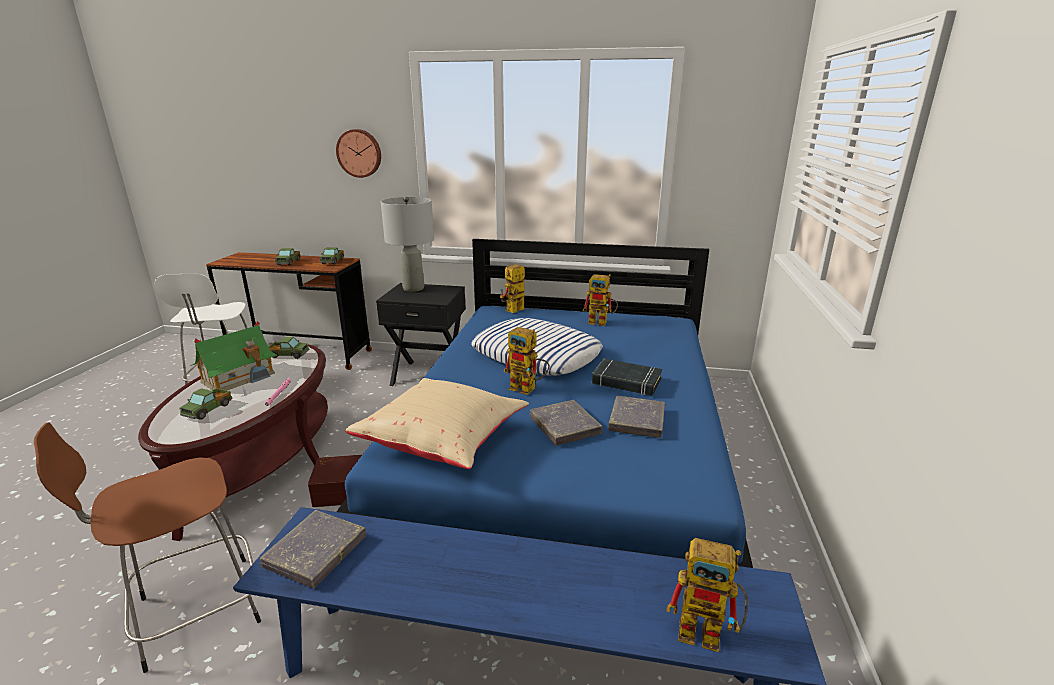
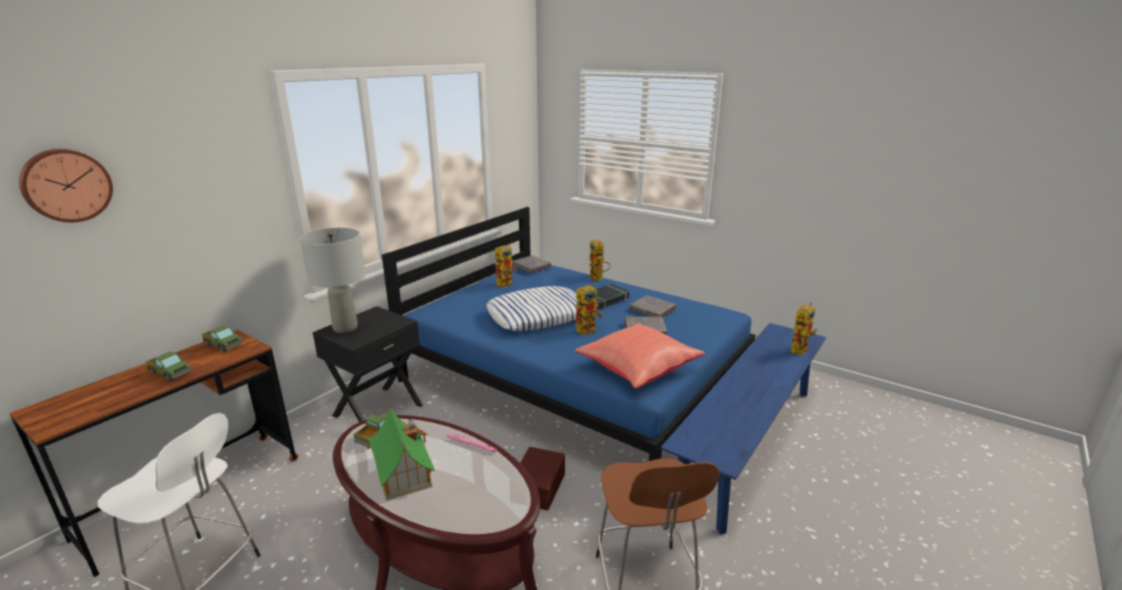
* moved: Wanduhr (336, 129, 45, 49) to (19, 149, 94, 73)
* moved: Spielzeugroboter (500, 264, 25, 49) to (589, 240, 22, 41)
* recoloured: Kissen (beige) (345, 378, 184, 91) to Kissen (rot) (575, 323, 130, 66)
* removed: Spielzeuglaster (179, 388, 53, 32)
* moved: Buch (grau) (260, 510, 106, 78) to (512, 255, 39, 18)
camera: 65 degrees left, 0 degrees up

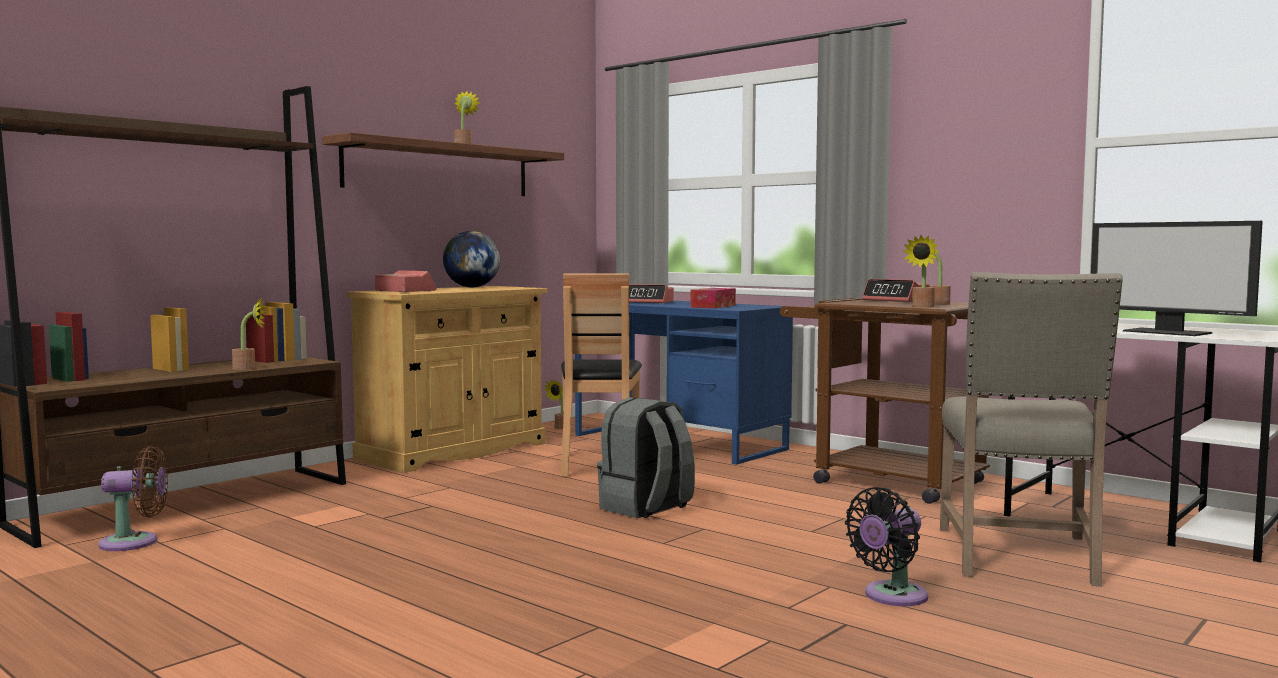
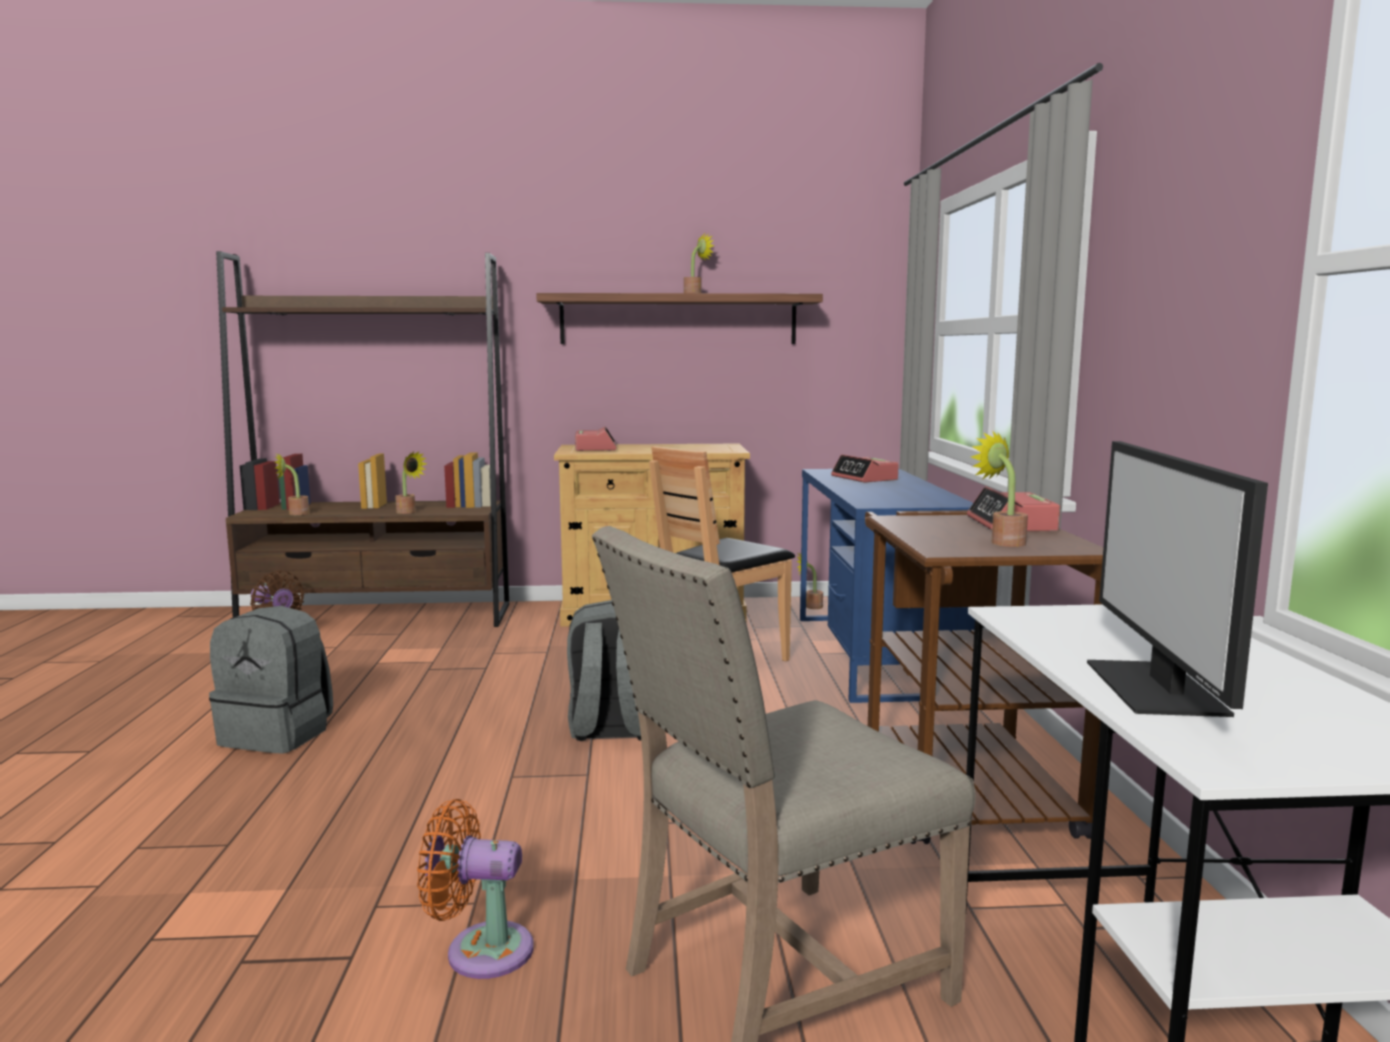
* removed: Globus (443, 231, 57, 56)
* moved: Topfpflanze (902, 235, 37, 73) to (275, 452, 34, 63)
* removed: Taschentuchbox (690, 288, 46, 20)
* recoloured: Ventilator (schwarz) (845, 487, 83, 119) to Ventilator (orange) (417, 799, 117, 180)
* added: Rucksack (grau) (209, 606, 124, 148)
camera: 45 degrees right, 5 degrees up

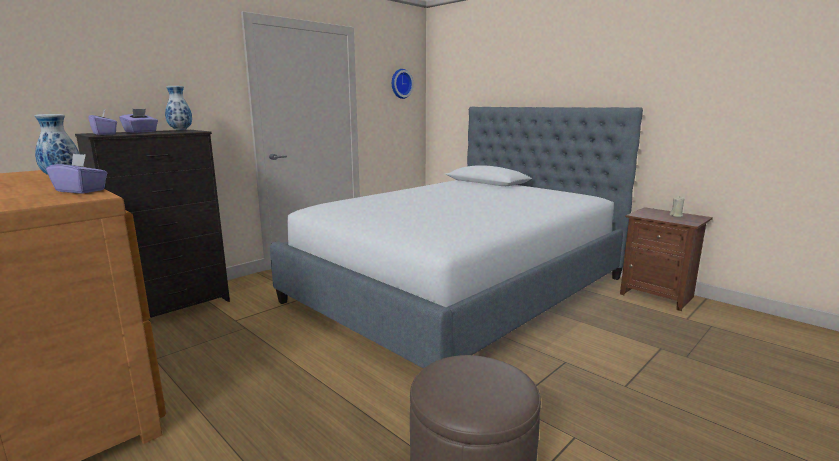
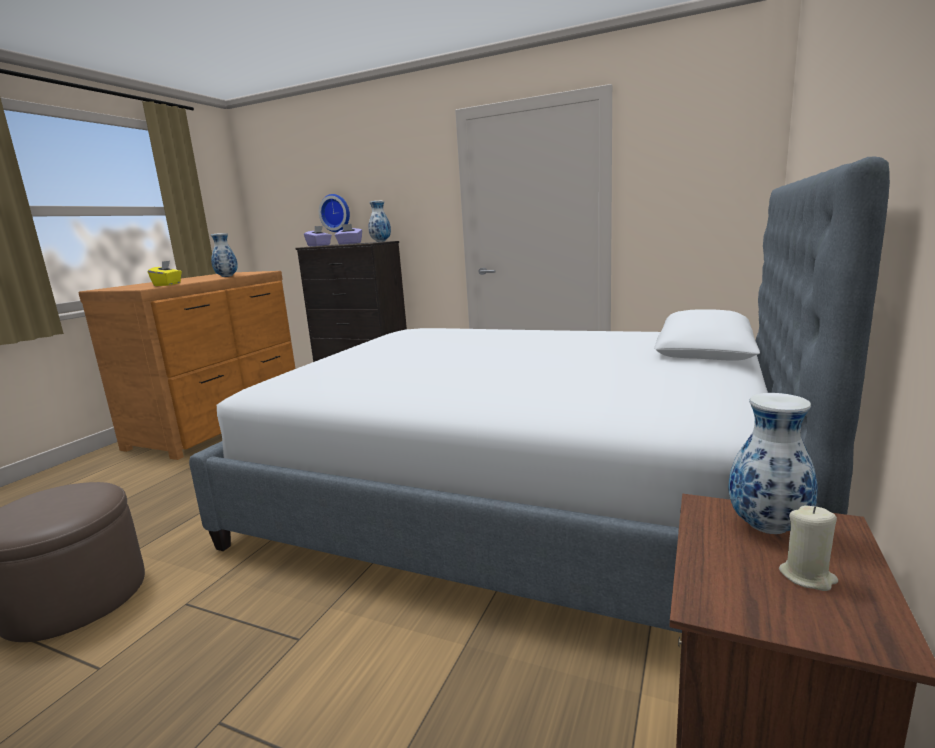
* moved: Wanduhr (392, 69, 22, 30) to (319, 194, 31, 38)
* recoloured: Taschentuchbox (lila) (46, 154, 61, 40) to Taschentuchbox (gelb) (148, 261, 34, 25)
* added: Vase (728, 393, 89, 141)
camera: 70 degrees right, 0 degrees up

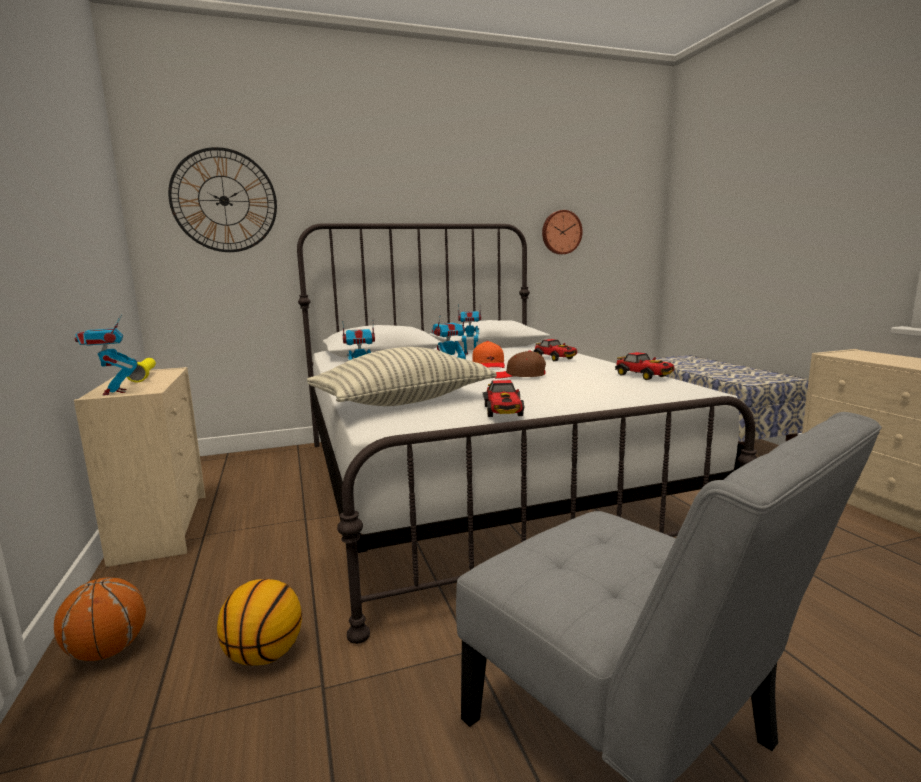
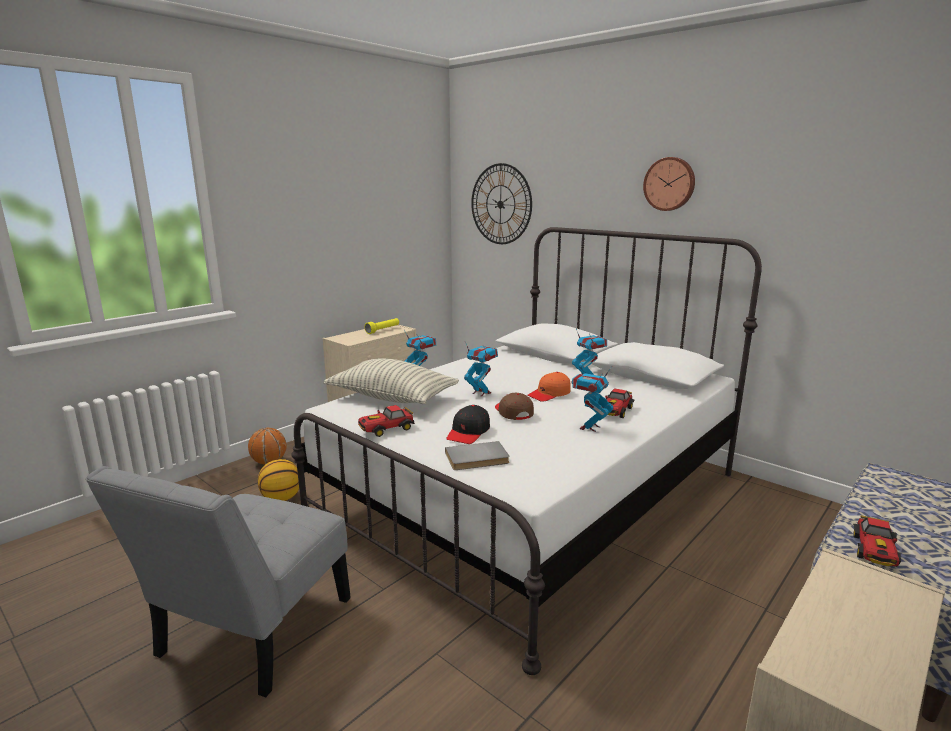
* moved: Wanduhr (542, 210, 41, 45) to (643, 157, 52, 54)
* moved: Spielzeugroboter (75, 315, 63, 81) to (571, 367, 43, 65)
* moved: Spielzeugauto (615, 352, 60, 28) to (853, 515, 48, 52)
* added: Kappe (schwarz) (446, 405, 44, 39)
* added: Buch (grau) (445, 441, 64, 29)
camera: 60 degrees right, 5 degrees up

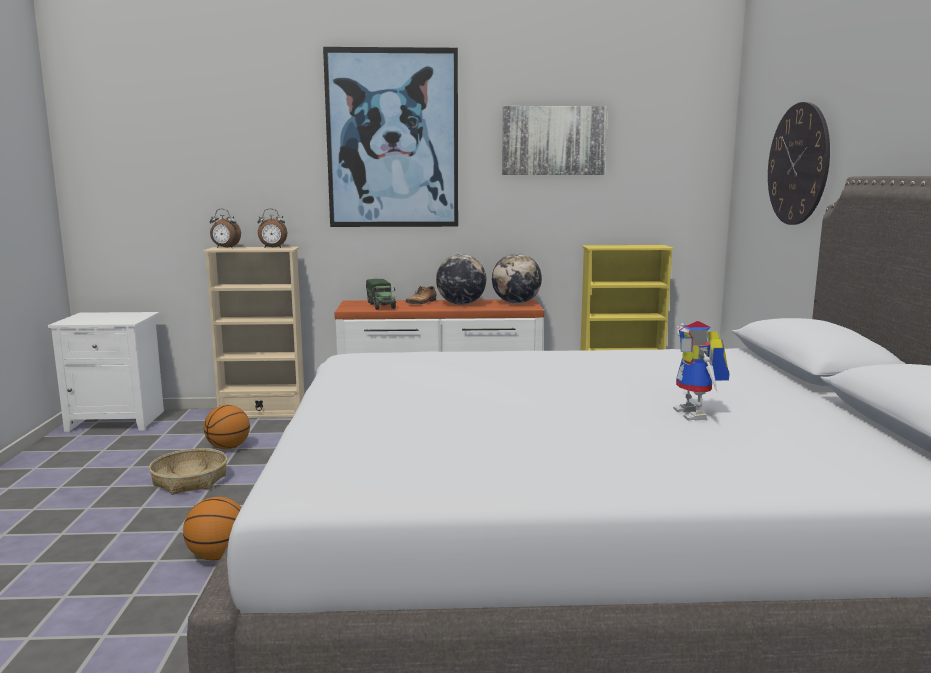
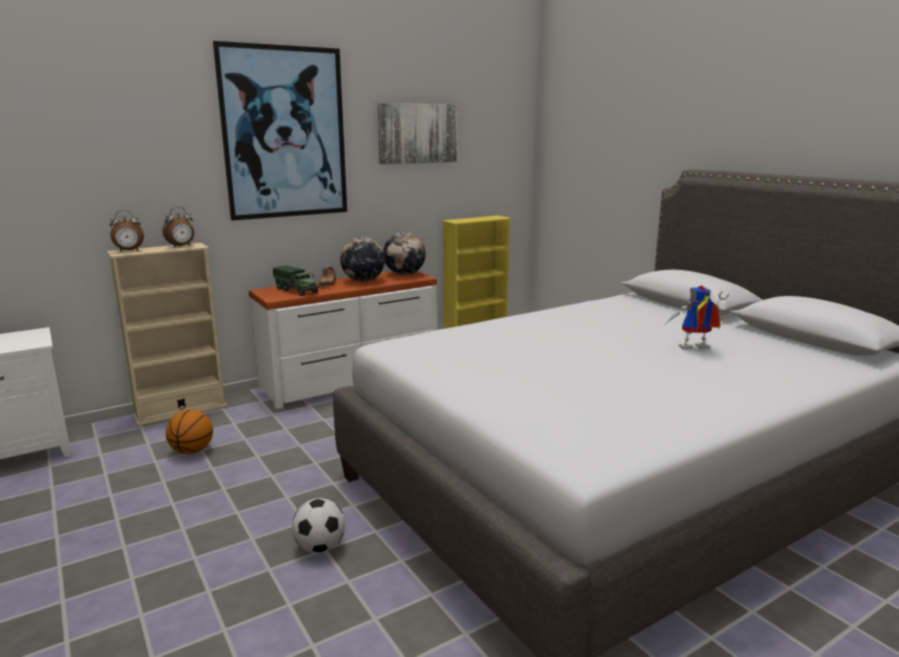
* removed: Wanduhr (768, 102, 62, 123)
* turned: Spielzeugroboter (673, 321, 57, 100) = (664, 286, 65, 64) 120 degrees clockwise
* removed: Korb (149, 448, 78, 47)
* replaced: Basketball (183, 497, 59, 63) to Fußball (292, 498, 53, 55)
camera: 30 degrees left, 5 degrees up

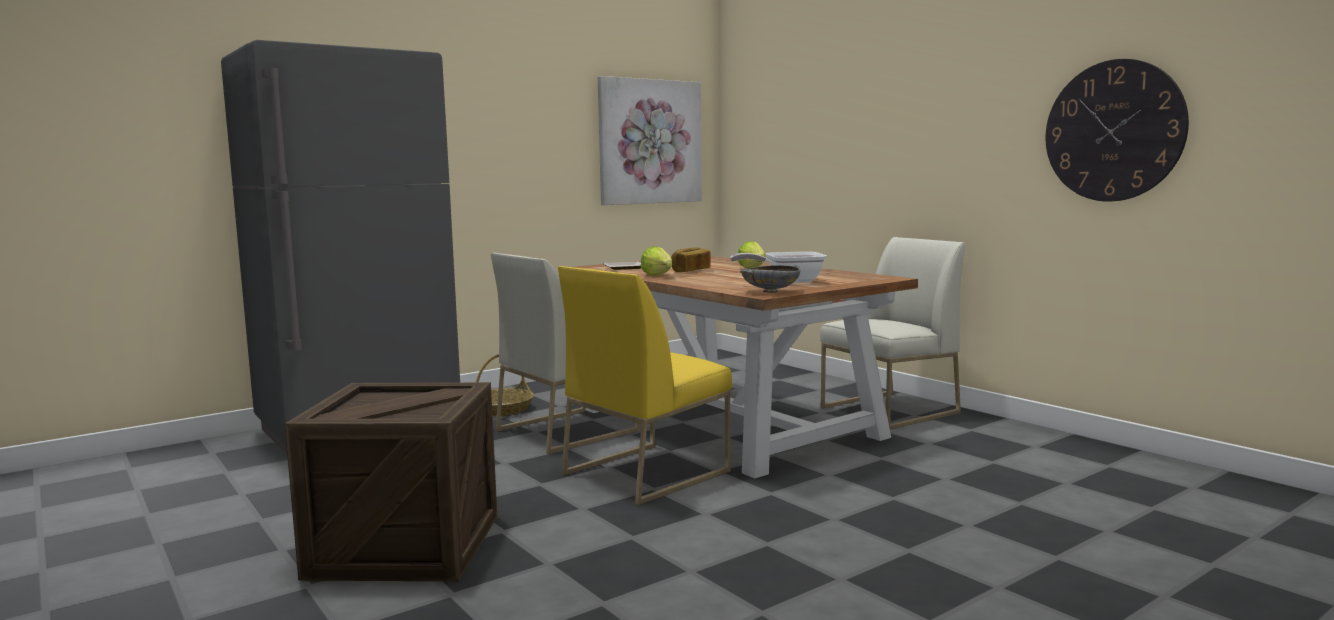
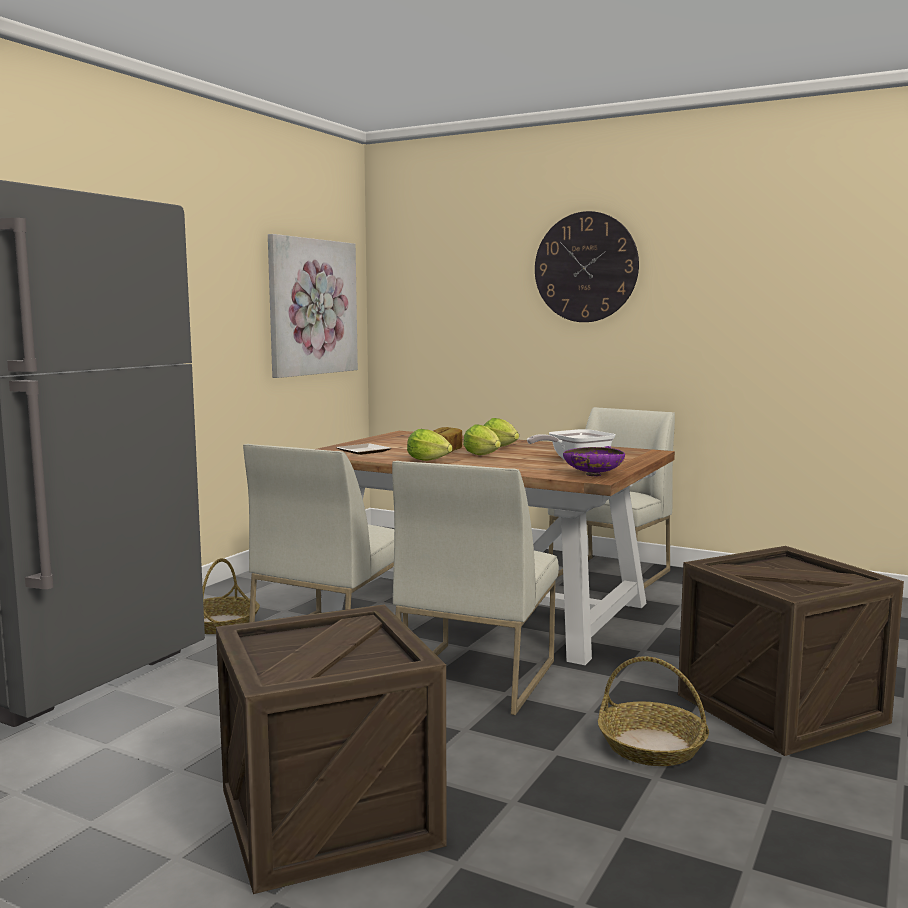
* moved: Wanduhr (1045, 59, 144, 143) to (535, 211, 104, 111)
* recoloured: Schüssel (grau) (740, 265, 60, 28) to Schüssel (lila) (563, 446, 62, 30)
* recoloured: Stuhl (gelb) (558, 266, 174, 239) to Stuhl (weiß) (392, 461, 167, 254)
* added: Salatkopf (463, 424, 38, 31)
* added: Kiste (678, 546, 226, 210)
* added: Korb (598, 656, 111, 110)
camera: 25 degrees left, 0 degrees up

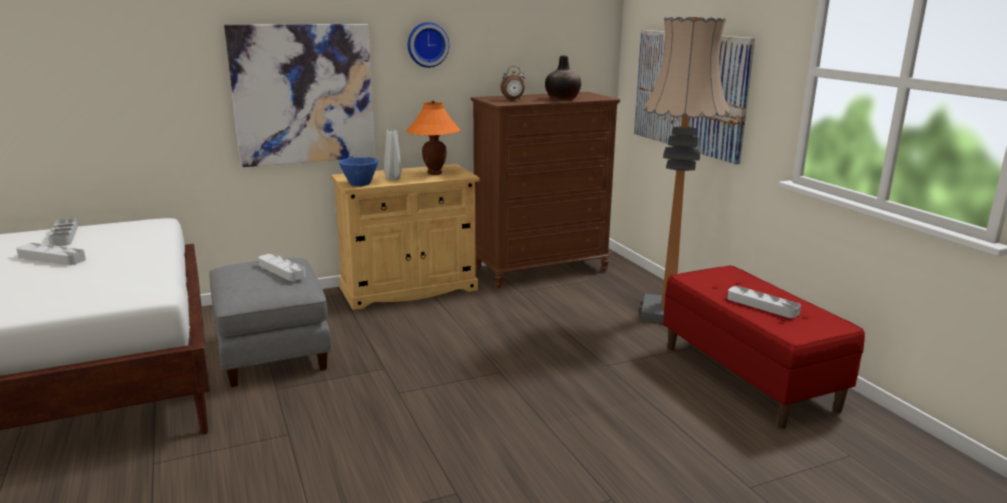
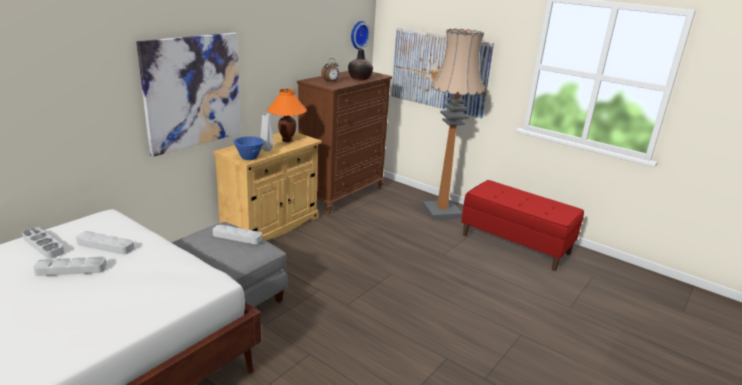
* moved: Wanduhr (408, 22, 41, 46) to (351, 21, 19, 28)
* moved: Tablett (grau) (727, 286, 74, 32) to (76, 231, 58, 24)
camera: 30 degrees left, 5 degrees up

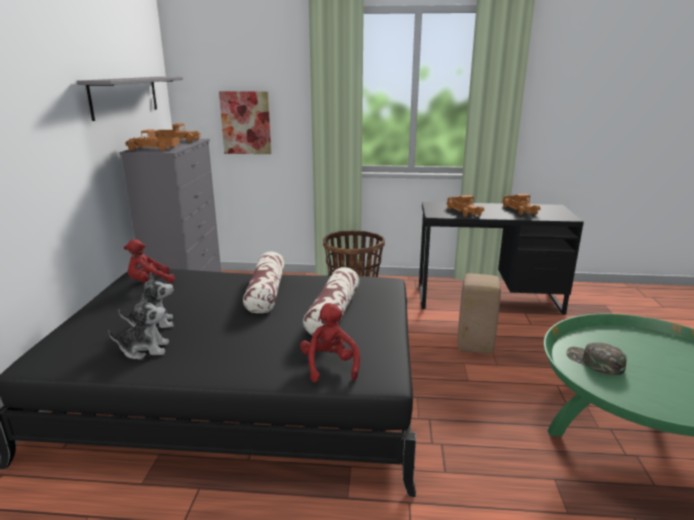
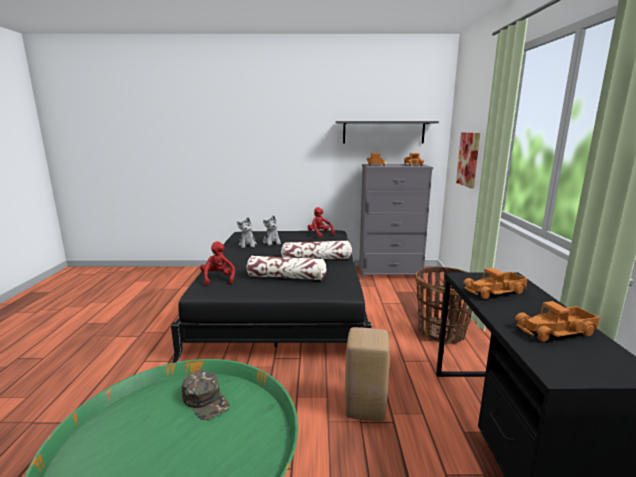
* turned: Plüschtier (rot) (300, 303, 60, 80) = (200, 241, 35, 45) 90 degrees counterclockwise
* turned: Kappe (grün) (566, 342, 61, 33) = (182, 370, 48, 50) 90 degrees clockwise
camera: 85 degrees right, 5 degrees down

